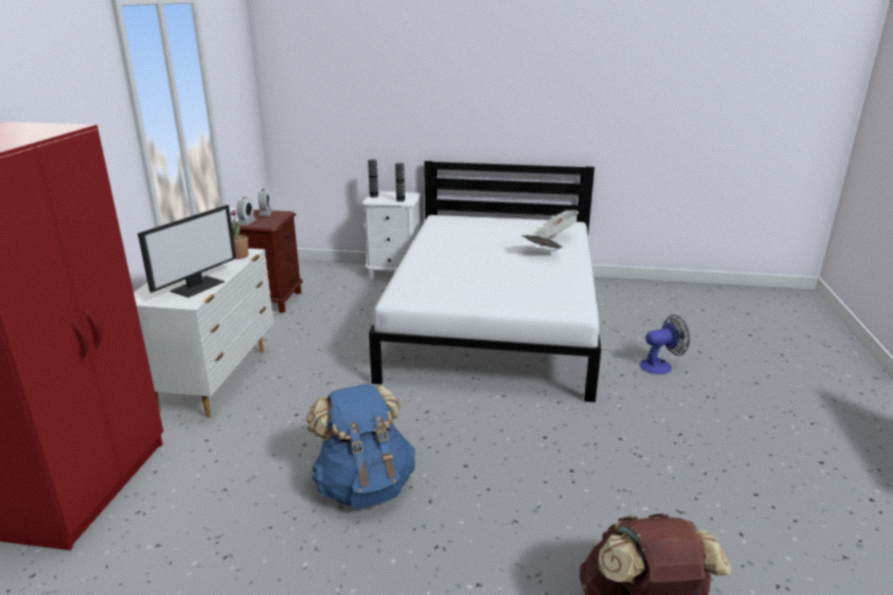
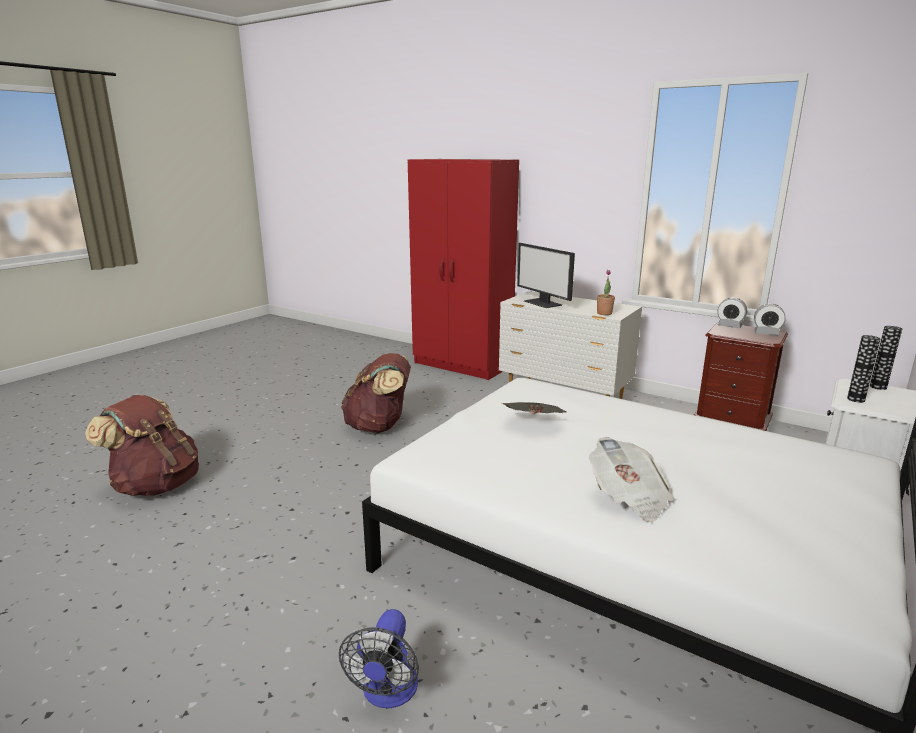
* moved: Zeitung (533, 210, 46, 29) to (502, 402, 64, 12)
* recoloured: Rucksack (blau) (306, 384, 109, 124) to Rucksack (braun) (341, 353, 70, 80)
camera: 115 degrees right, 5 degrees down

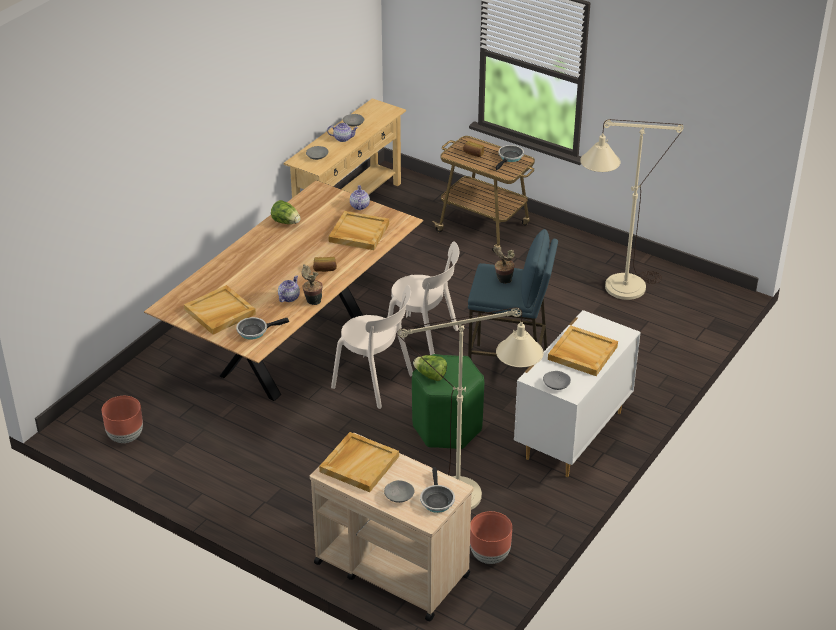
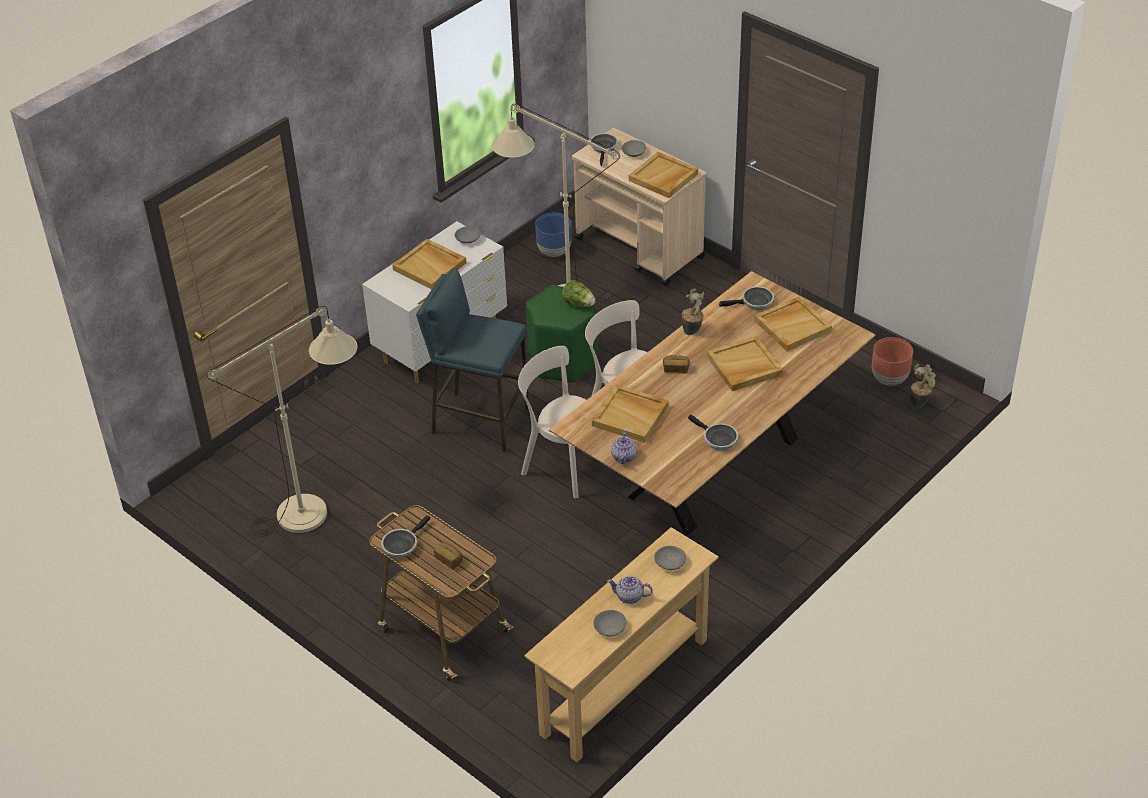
* replaced: Salatkopf (271, 200, 30, 24) to Pfanne (688, 415, 50, 35)
* moved: Topfpflanze (493, 247, 22, 37) to (911, 364, 25, 44)
* removed: Teekanne (278, 275, 22, 27)
* recoloured: Pflanzkübel (braun) (470, 511, 42, 53) to Pflanzkübel (blau) (535, 212, 37, 45)
* added: Tablett (beige) (707, 336, 76, 55)
camera: 170 degrees left, 5 degrees up

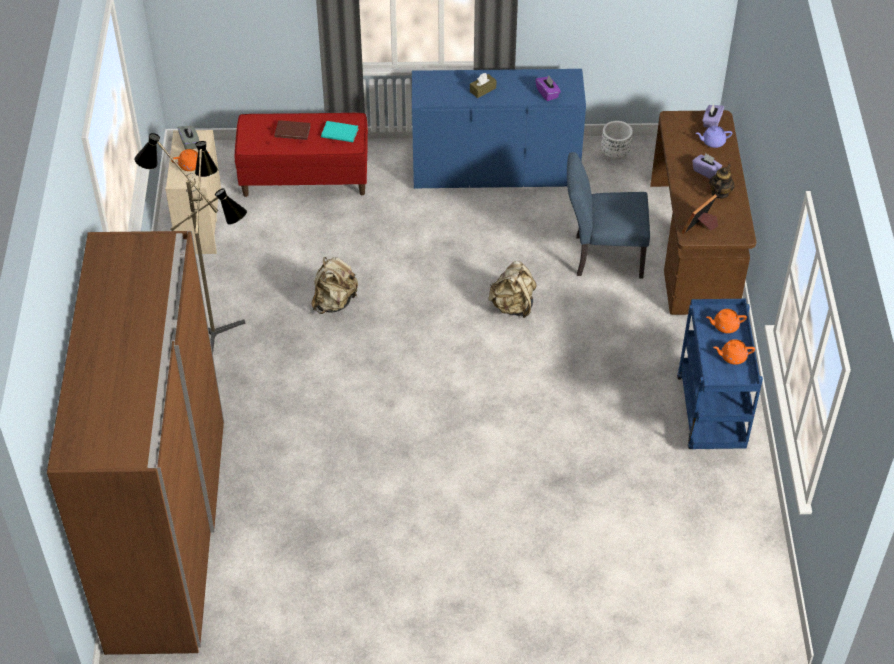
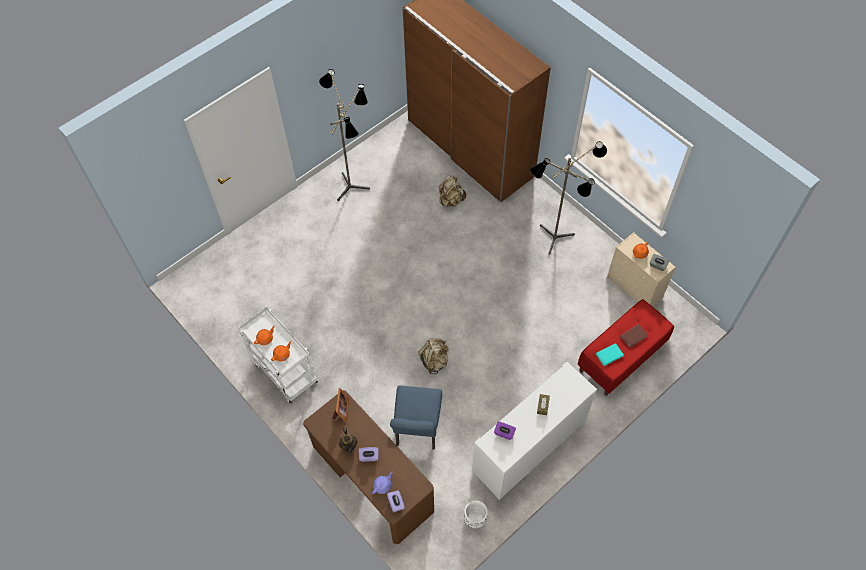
* recoloured: Schrank (blau) (412, 69, 174, 120) to Schrank (weiß) (472, 362, 125, 138)
* turned: Stuhl (blau) (567, 152, 83, 127) = (390, 385, 52, 64) 135 degrees clockwise
* moved: Rucksack (beige) (311, 257, 47, 57) to (439, 175, 27, 31)
* recoloured: Rollwagen (blau) (677, 299, 86, 150) to Rollwagen (weiß) (238, 307, 80, 97)
* added: Stehlampe (319, 69, 51, 132)
camera: 140 degrees right, 10 degrees up

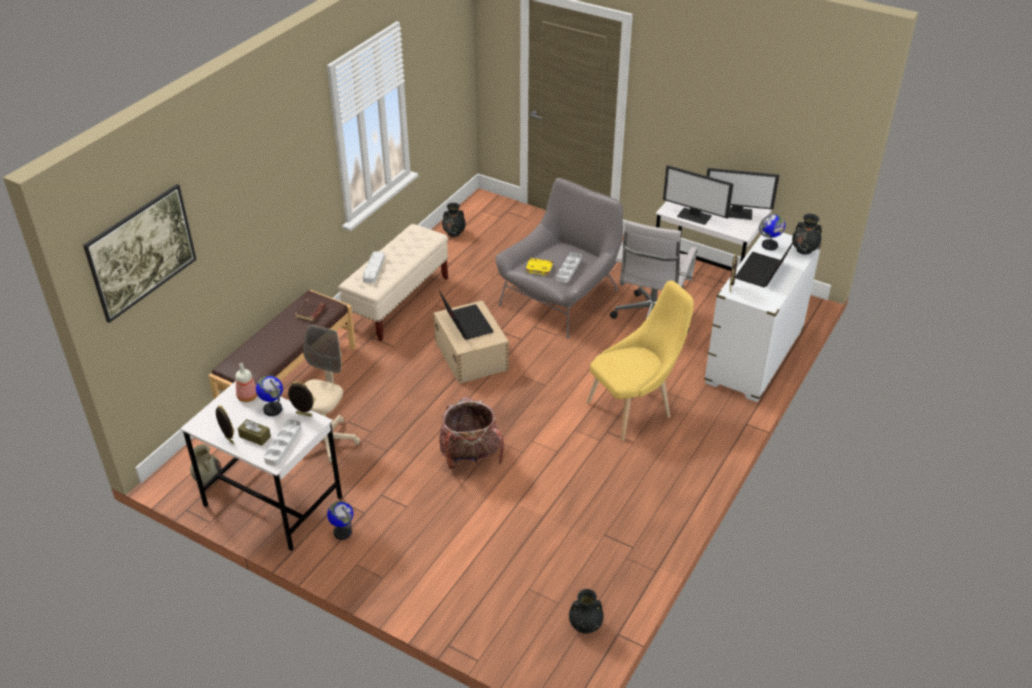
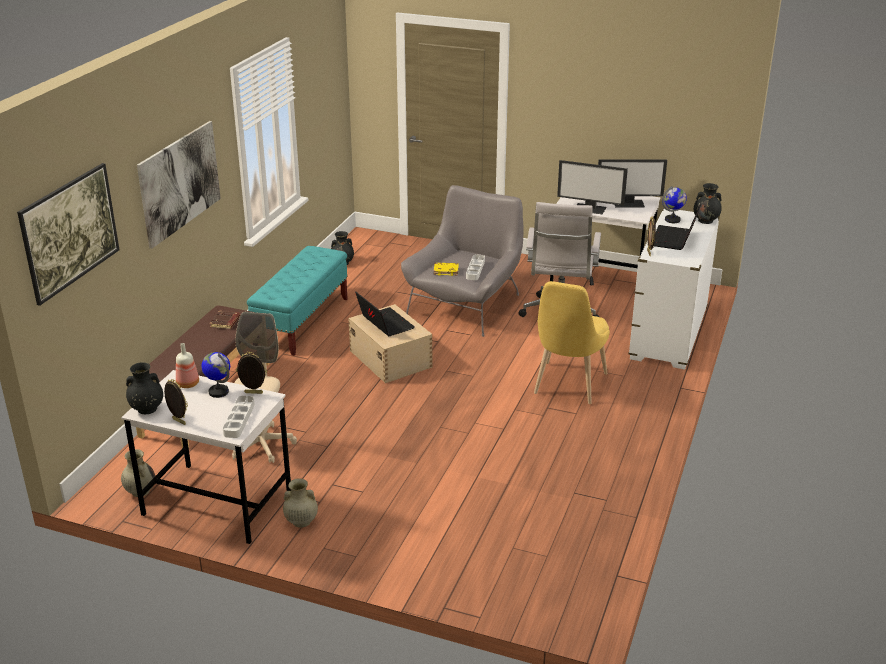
* recoloured: Bank (beige) (338, 224, 110, 117) to Bank (türkis) (247, 246, 101, 110)
* removed: Tablett (weiß) (362, 251, 23, 32)
* turned: Stuhl (gelb) (587, 281, 107, 160) = (534, 281, 76, 123) 150 degrees clockwise
* removed: Rucksack (439, 397, 65, 72)
* removed: Taschentuchbox (braun) (237, 419, 34, 27)
* replaced: Globus (327, 501, 26, 39) to Vase (beige) (283, 478, 35, 50)
* moved: Vase (schwarz) (569, 589, 35, 45) to (126, 362, 37, 52)
* added: Bild (137, 121, 84, 128)
camera: 10 degrees left, 10 degrees down

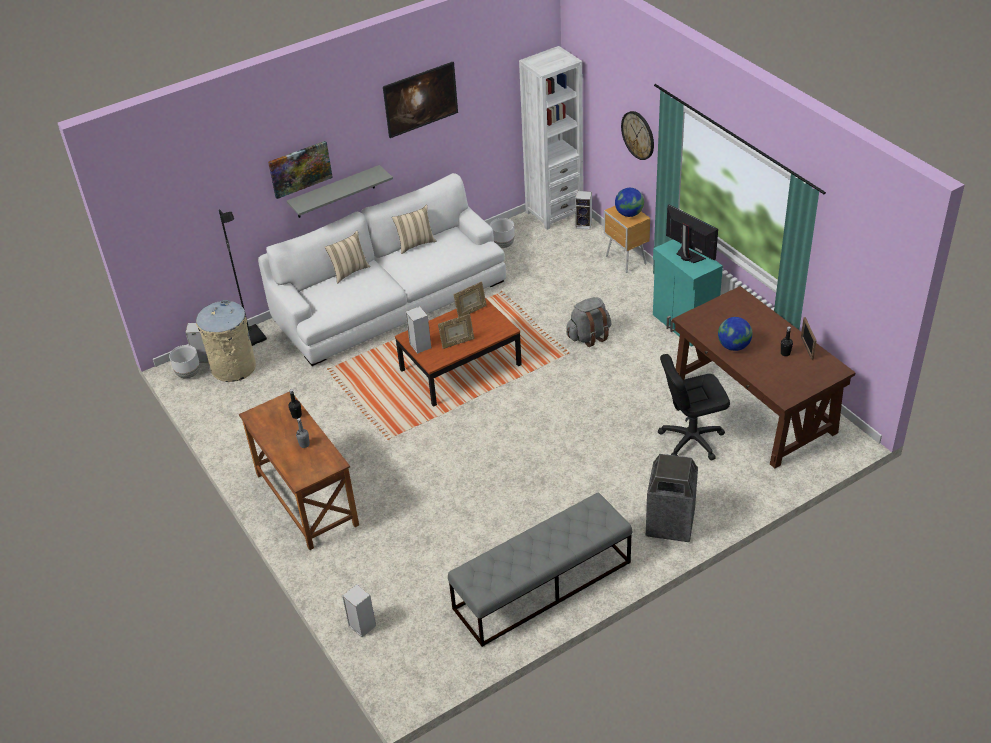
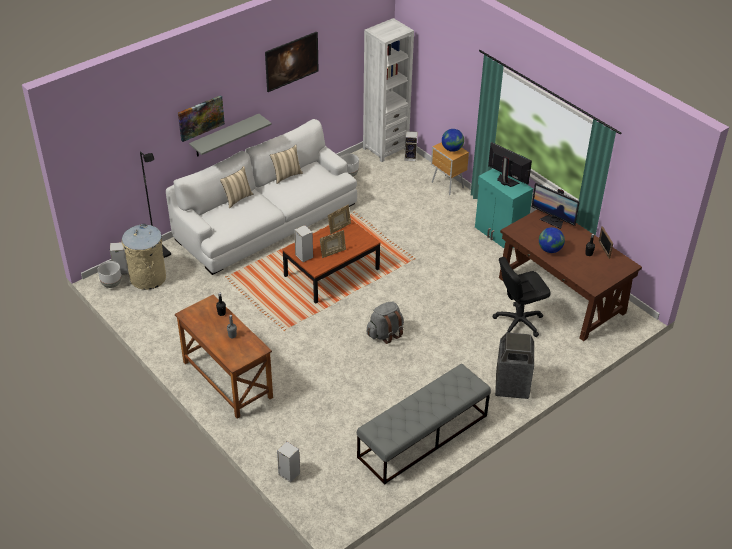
* removed: Wanduhr (621, 111, 33, 49)
* moved: Rucksack (grau) (566, 297, 45, 50) to (367, 301, 37, 43)
* added: Monitor (532, 183, 48, 46)
camera: 10 degrees left, 0 degrees up

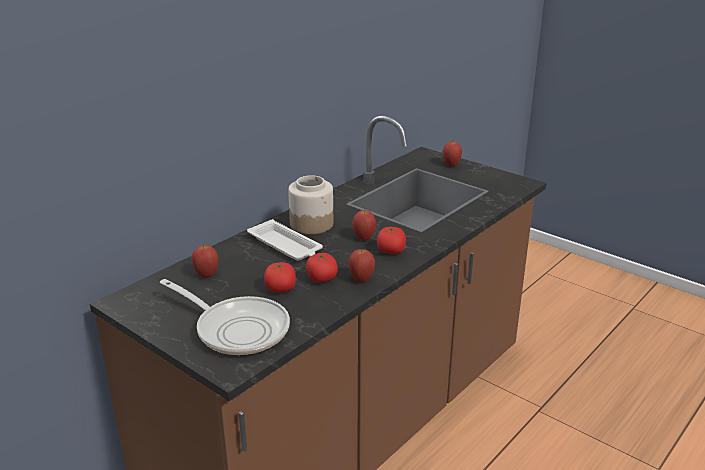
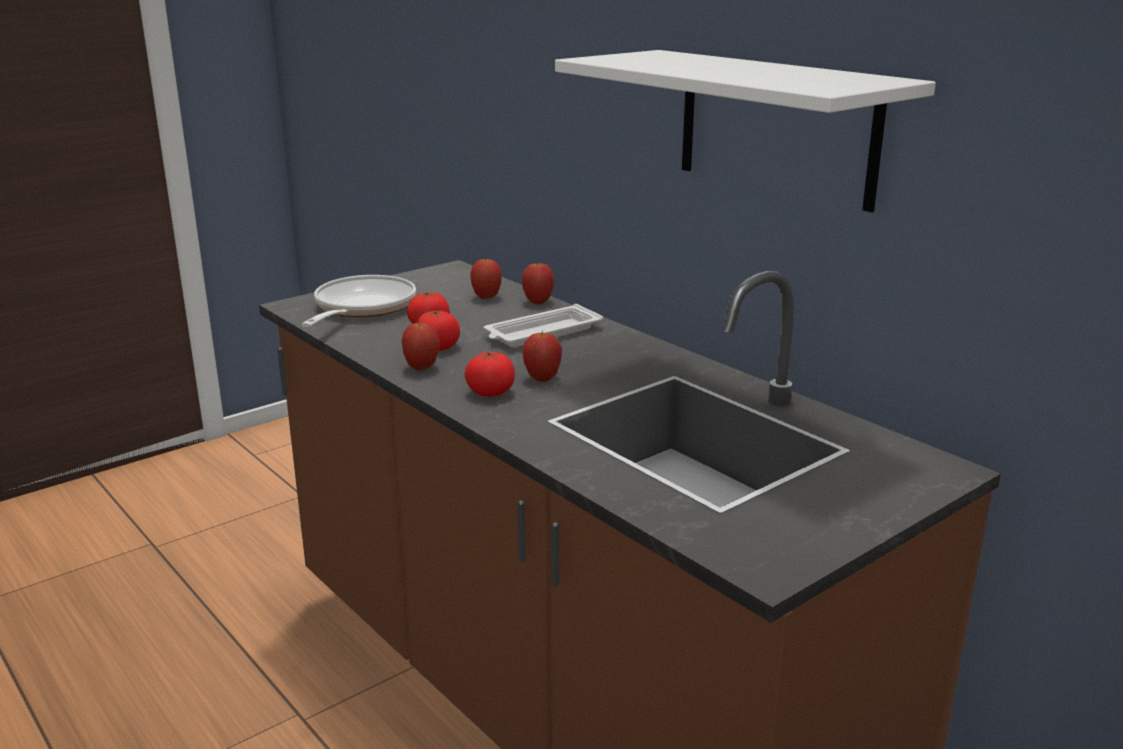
* moved: Apfel (443, 141, 19, 25) to (521, 263, 33, 41)
* removed: Vorratsglas (288, 175, 45, 59)
* turned: Pfanne (160, 279, 130, 76) = (302, 275, 114, 52) 150 degrees clockwise
* added: Wandregal (weiß) (555, 50, 381, 162)
camera: 100 degrees right, 5 degrees down

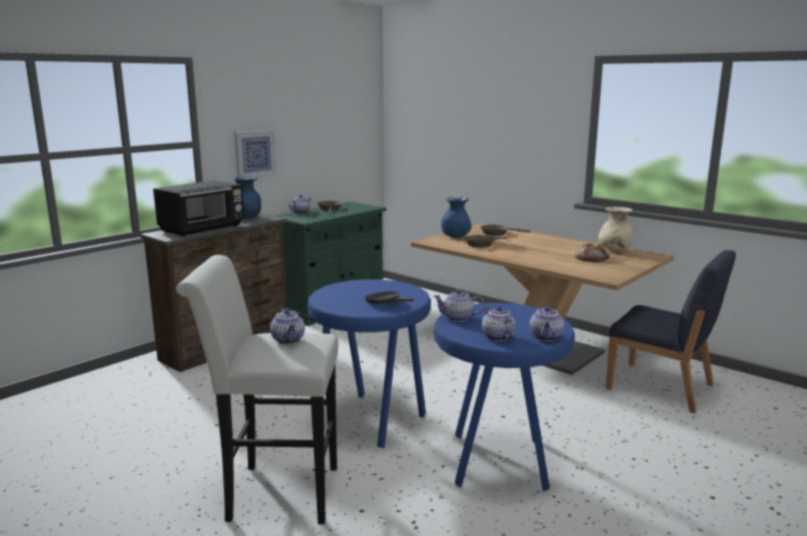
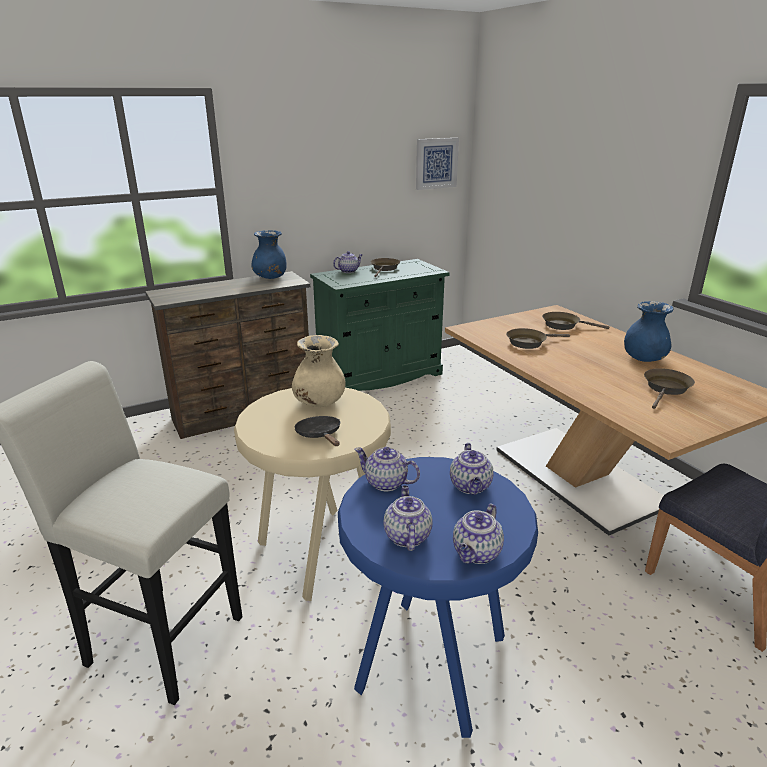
* moved: Bild (234, 130, 43, 47) to (416, 138, 43, 52)
* removed: Mikrowelle (schwarz) (153, 180, 92, 57)
* moved: Vase (blau) (441, 197, 30, 41) to (624, 301, 50, 61)
* moved: Vase (beige) (598, 207, 35, 44) to (292, 335, 54, 72)
* replaced: Brot (575, 243, 34, 19) to Pfanne (braun) (644, 368, 51, 41)
* recoloured: Hocker (blau) (308, 279, 123, 169) to Hocker (beige) (234, 388, 157, 213)
* moved: Teekanne (270, 308, 35, 36) to (450, 443, 44, 52)
camera: 20 degrees right, 10 degrees up

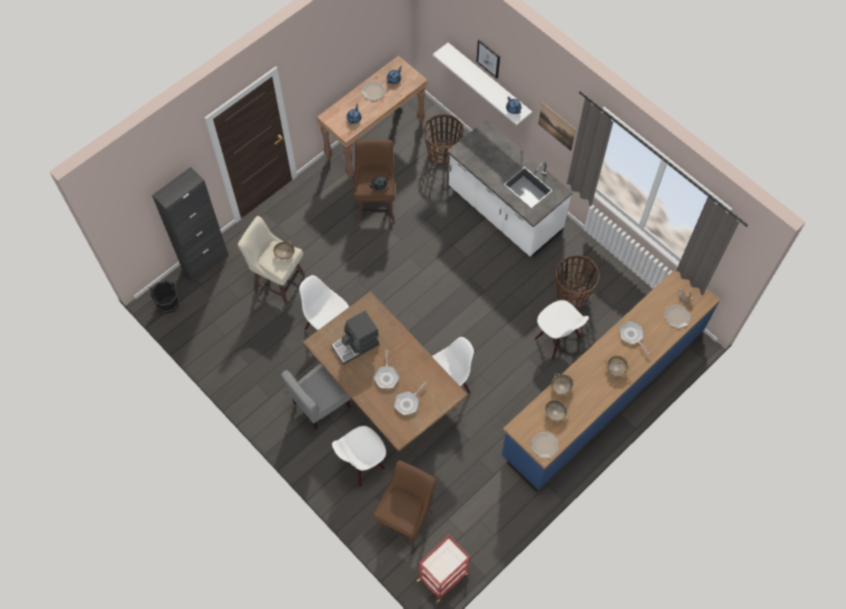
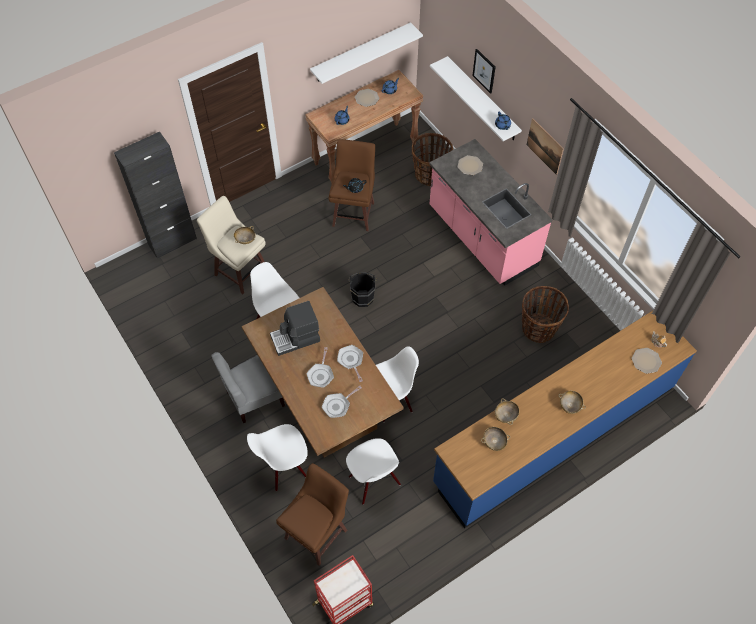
* recoloured: Küchenzeile (weiß) (447, 120, 126, 136) to Küchenzeile (rosa) (429, 139, 124, 147)
* moved: Eimer (schwarz) (149, 280, 30, 33) to (348, 272, 28, 35)
* moved: Stuhl (weiß) (535, 300, 54, 60) to (346, 438, 55, 67)
* moved: Pfanne (620, 321, 30, 34) to (337, 345, 26, 37)
* moved: Teller (531, 432, 28, 26) to (458, 155, 25, 20)
* added: Wandregal (weiß) (310, 22, 113, 62)
camera: 10 degrees right, 5 degrees down

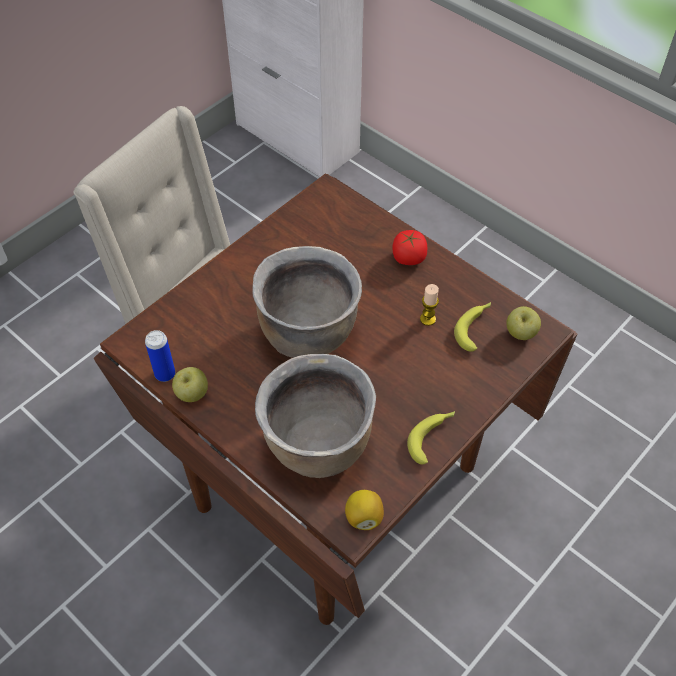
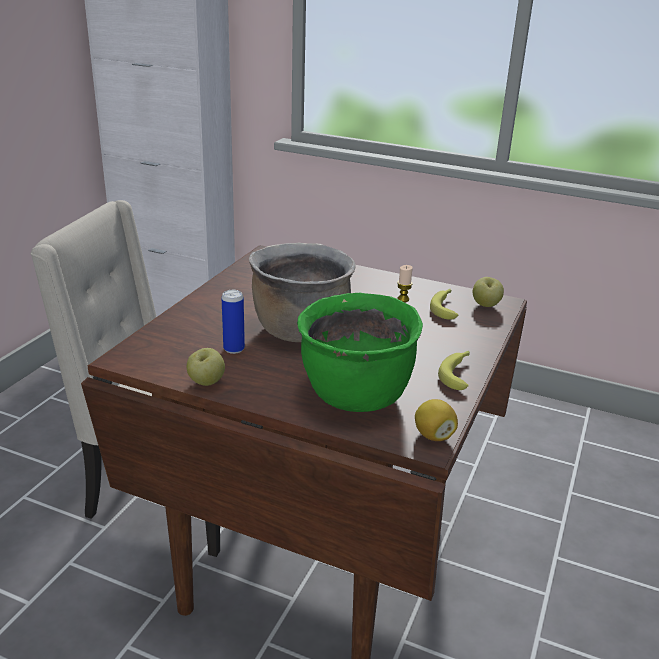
* removed: Tomate (392, 230, 35, 35)
* moved: Dose (145, 330, 30, 52) to (222, 290, 23, 64)
* recoloured: Kochtopf (braun) (255, 354, 121, 124) to Kochtopf (grün) (297, 293, 126, 119)
camera: 20 degrees left, 25 degrees down

